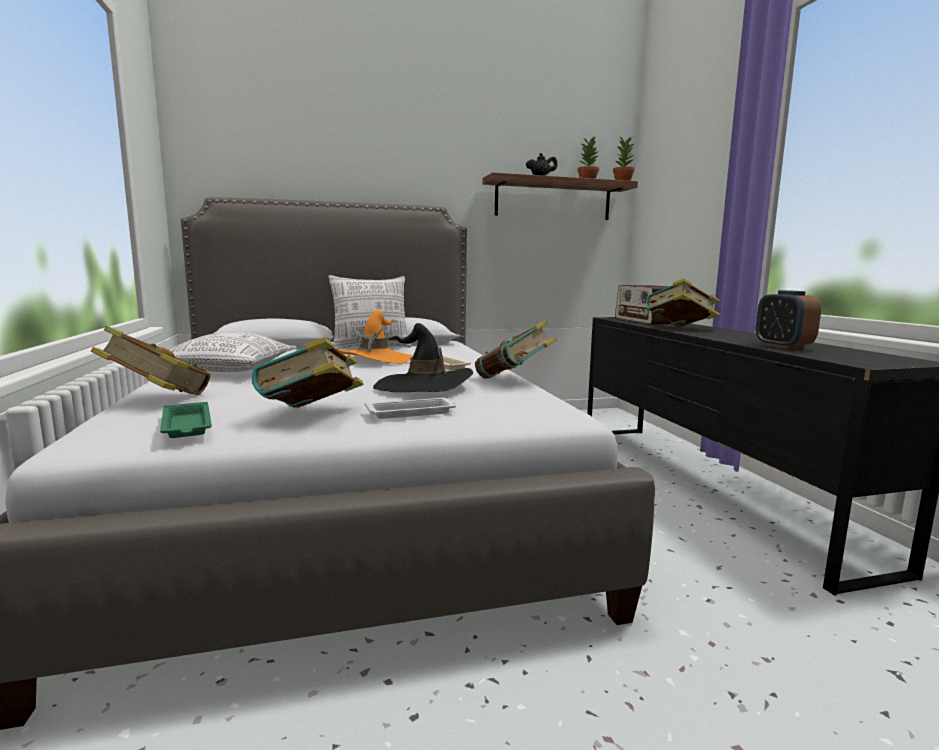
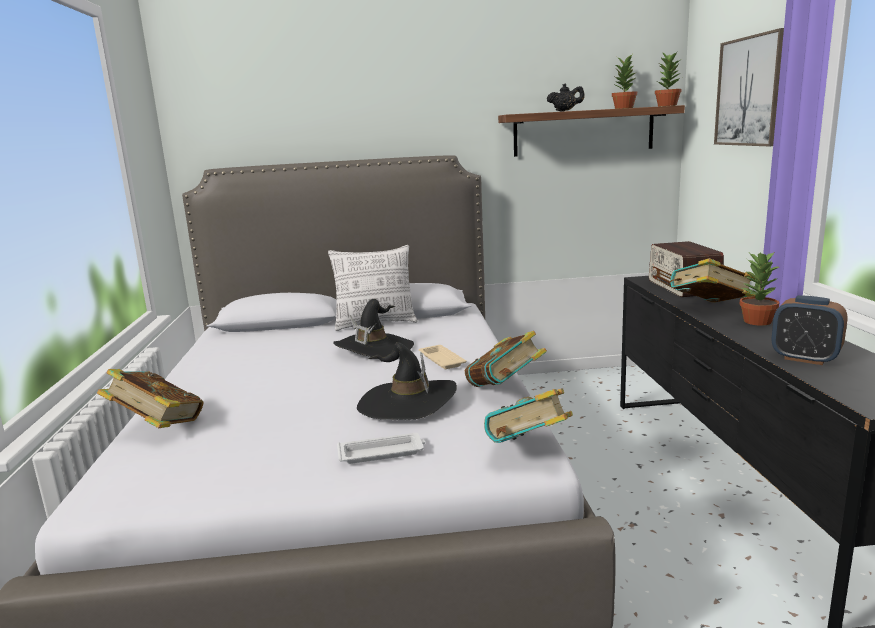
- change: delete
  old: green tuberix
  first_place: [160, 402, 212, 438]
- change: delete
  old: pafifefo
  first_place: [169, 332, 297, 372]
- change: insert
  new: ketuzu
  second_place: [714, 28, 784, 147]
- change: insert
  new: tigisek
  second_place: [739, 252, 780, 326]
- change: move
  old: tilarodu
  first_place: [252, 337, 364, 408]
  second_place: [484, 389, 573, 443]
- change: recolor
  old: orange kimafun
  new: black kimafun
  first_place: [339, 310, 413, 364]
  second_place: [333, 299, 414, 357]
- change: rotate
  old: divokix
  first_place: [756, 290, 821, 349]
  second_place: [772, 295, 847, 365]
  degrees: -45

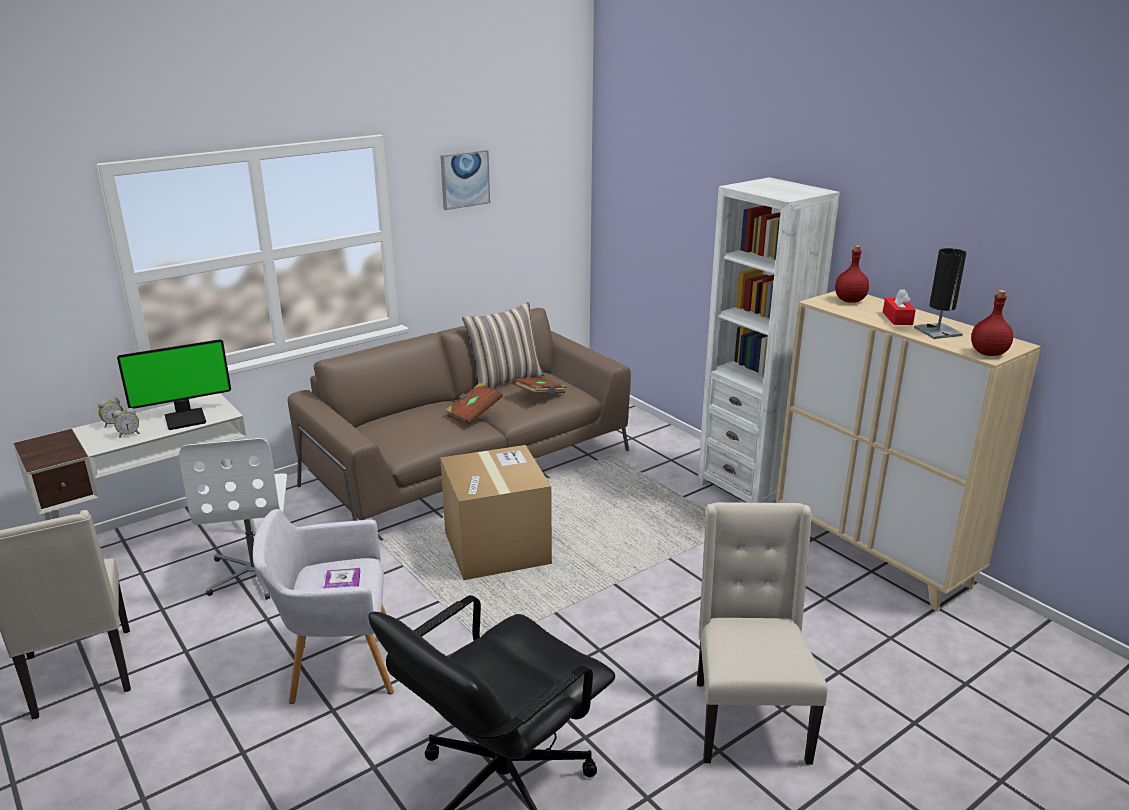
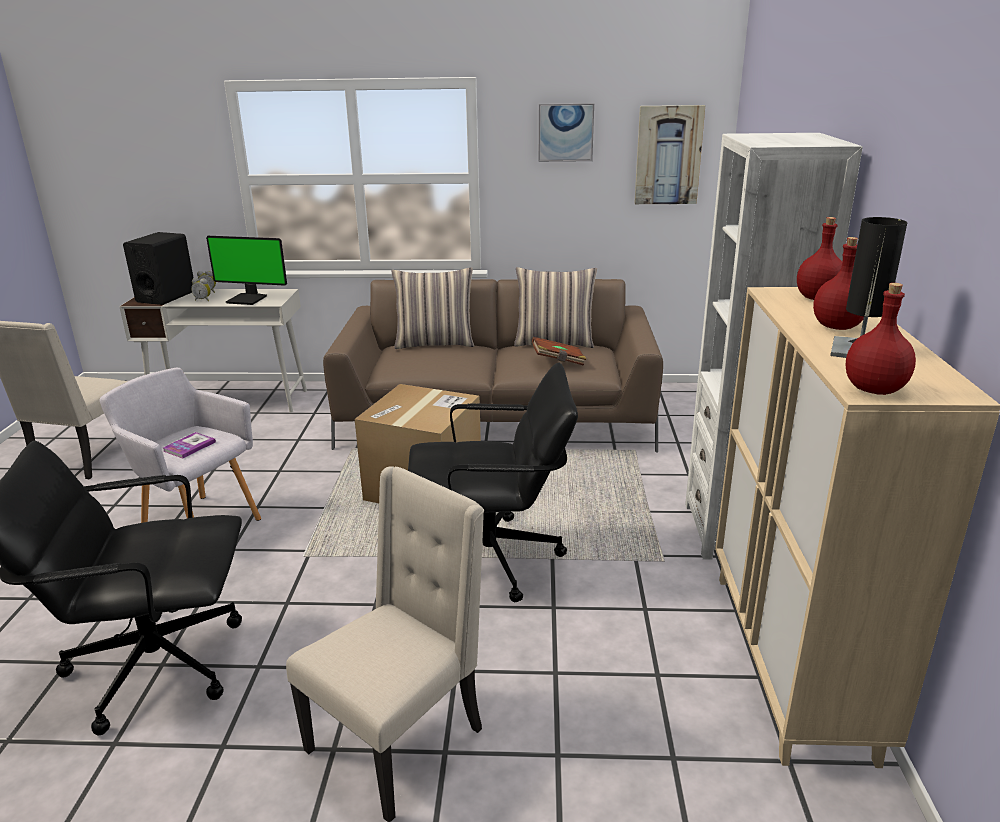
- change: delete
  old: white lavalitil
  first_place: [179, 438, 287, 600]
- change: delete
  old: brown tilarodu
  first_place: [445, 383, 503, 425]
- change: insert
  new: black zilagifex
  second_place: [123, 232, 194, 305]
- change: insert
  new: pafifefo
  second_place: [391, 267, 474, 349]
- change: insert
  new: black lavalitil
  second_place: [408, 363, 578, 602]
- change: insert
  new: ketuzu
  second_place: [634, 105, 705, 204]
- change: replace
  old: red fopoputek
  new: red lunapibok
  first_place: [883, 289, 916, 325]
  second_place: [813, 237, 864, 330]

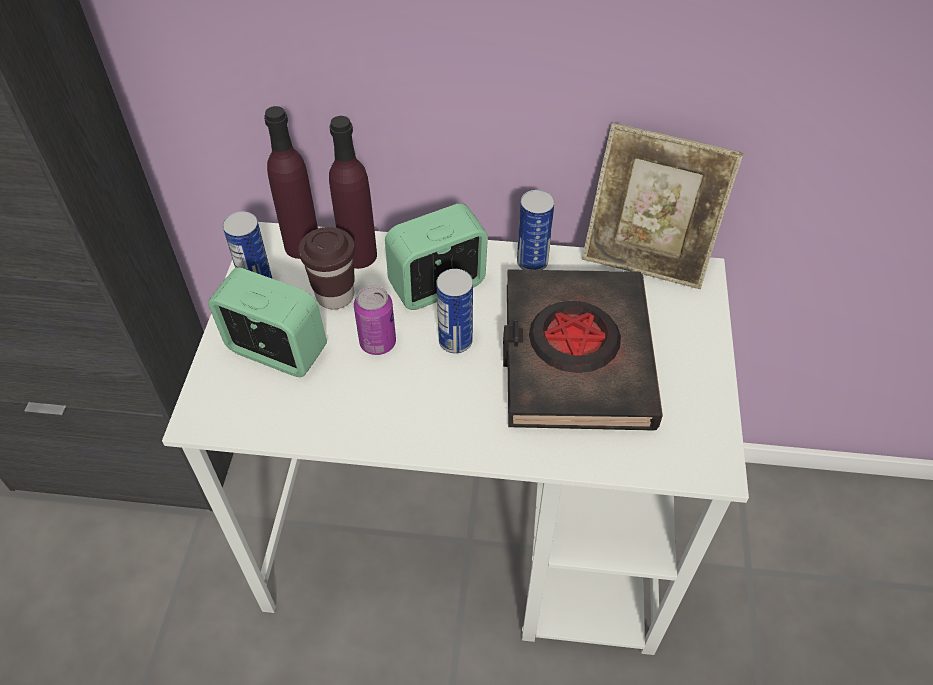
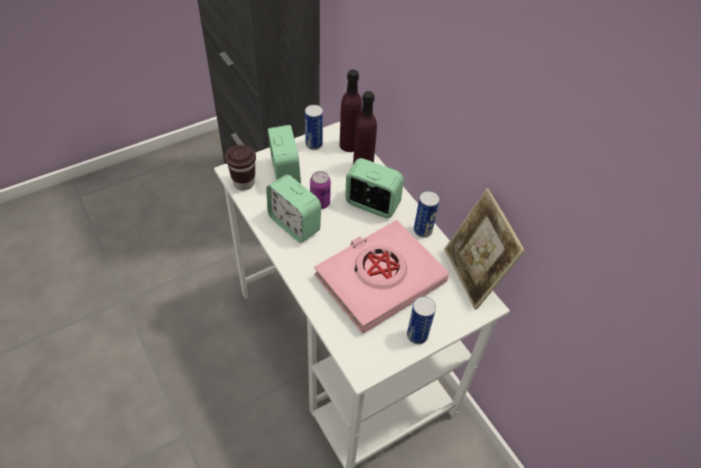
- change: insert
  new: divokix
  second_place: [266, 175, 321, 243]
- change: move
  old: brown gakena
  first_place: [298, 227, 355, 309]
  second_place: [225, 145, 256, 190]
- change: move
  old: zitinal
  first_place: [436, 269, 473, 354]
  second_place: [407, 296, 436, 344]
- change: recolor
  old: black tilarodu
  new: pink tilarodu
  first_place: [503, 269, 663, 431]
  second_place: [314, 220, 449, 333]

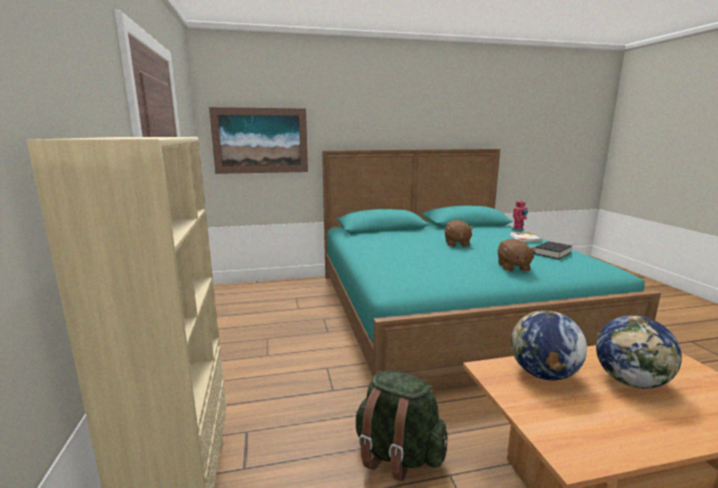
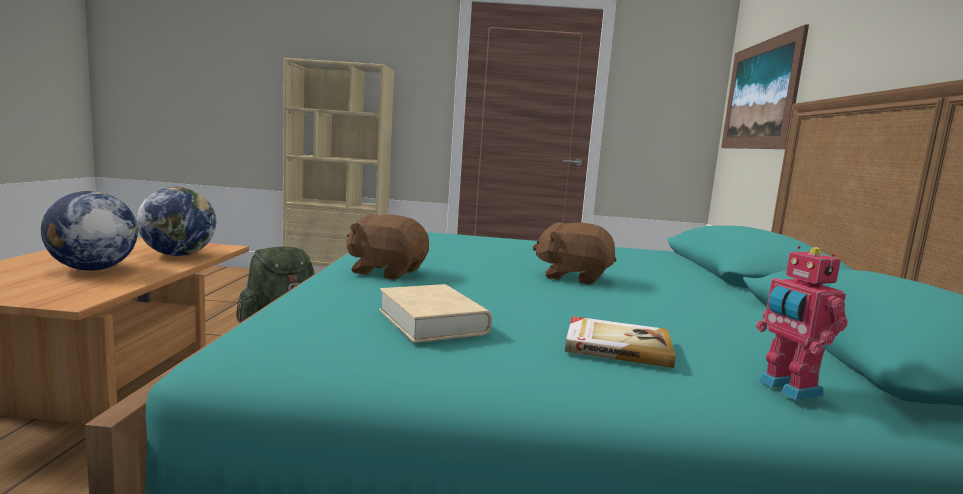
- change: recolor
  old: black tilarodu
  new: beige tilarodu
  first_place: [534, 241, 572, 259]
  second_place: [379, 284, 492, 343]

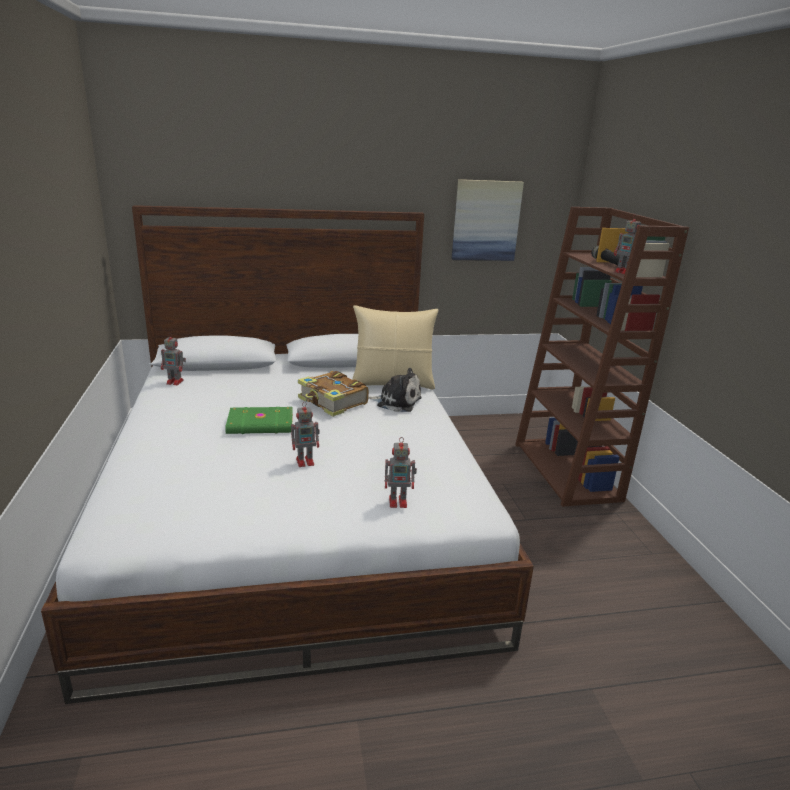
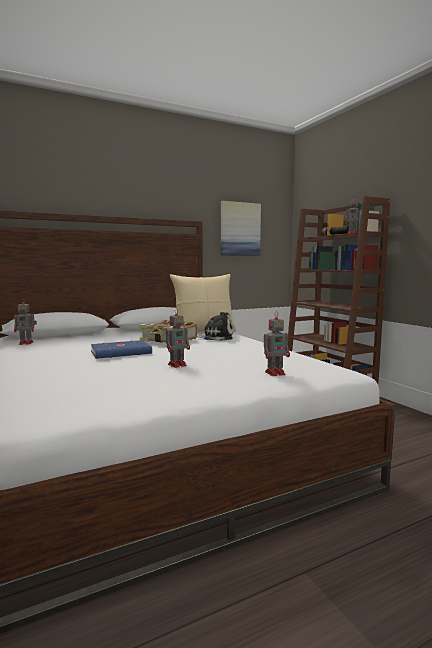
- change: recolor
  old: green tilarodu
  new: blue tilarodu
  first_place: [225, 407, 293, 434]
  second_place: [91, 340, 152, 359]

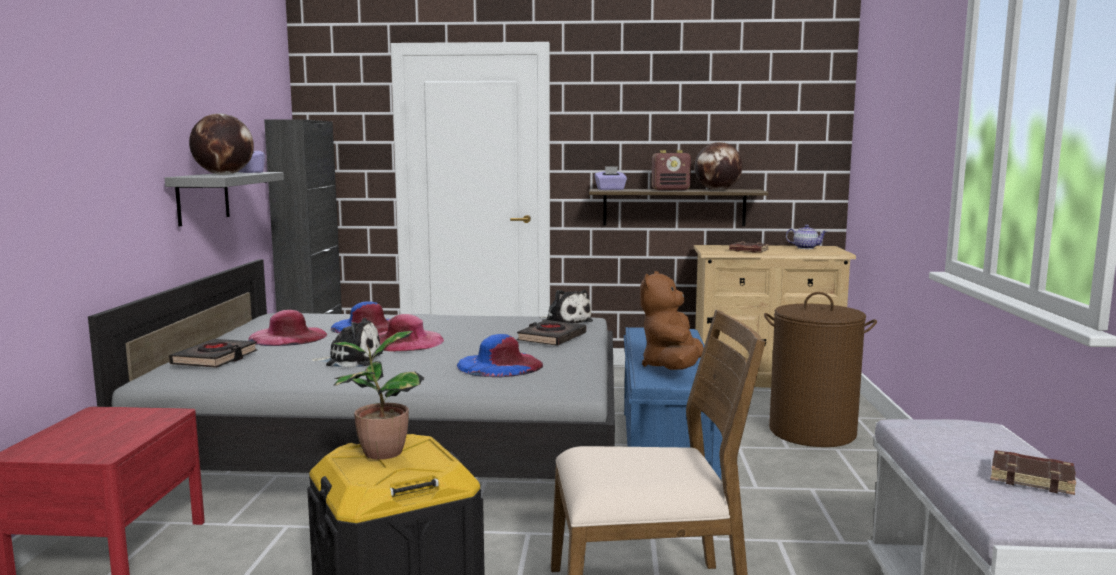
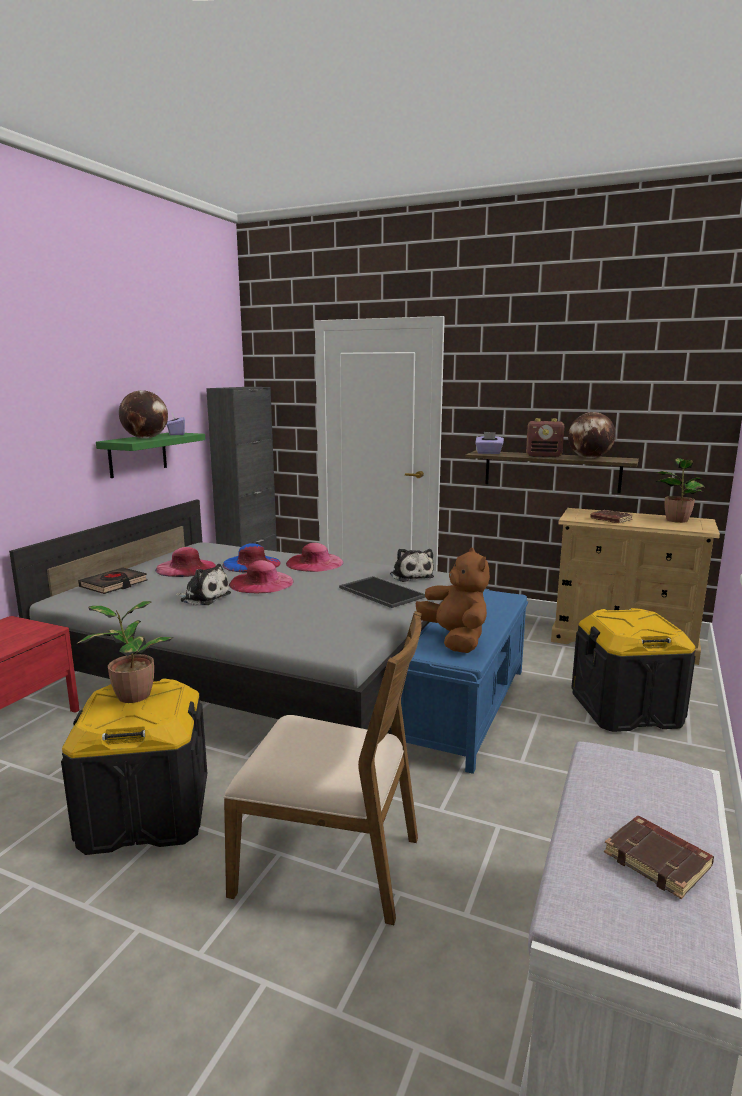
- change: delete
  old: blue kimafun
  first_place: [457, 334, 543, 377]
- change: insert
  new: pink kimafun
  second_place: [286, 543, 344, 572]
- change: replace
  old: black tilarodu
  new: tuberix
  first_place: [517, 320, 586, 346]
  second_place: [339, 576, 425, 608]
- change: replace
  old: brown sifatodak
  new: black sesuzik
  first_place: [764, 292, 877, 447]
  second_place: [571, 608, 696, 732]
- change: replace
  old: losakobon
  new: tigisek
  first_place: [786, 225, 828, 249]
  second_place: [656, 458, 705, 523]
- change: recolor
  old: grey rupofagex
  new: green rupofagex
  first_place: [165, 172, 284, 227]
  second_place: [96, 433, 205, 478]
- change: rotate
  old: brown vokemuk
  first_place: [640, 271, 704, 370]
  second_place: [416, 548, 490, 653]
  degrees: 120

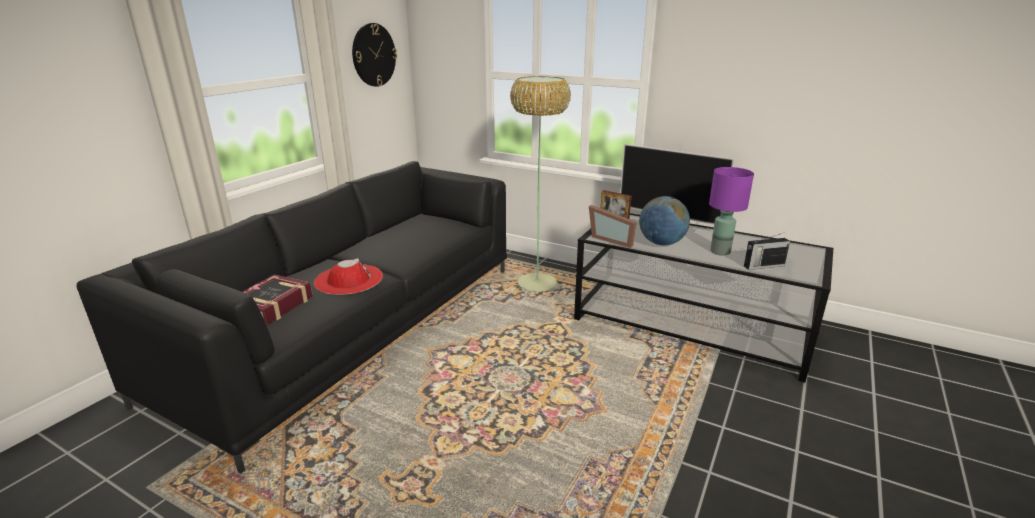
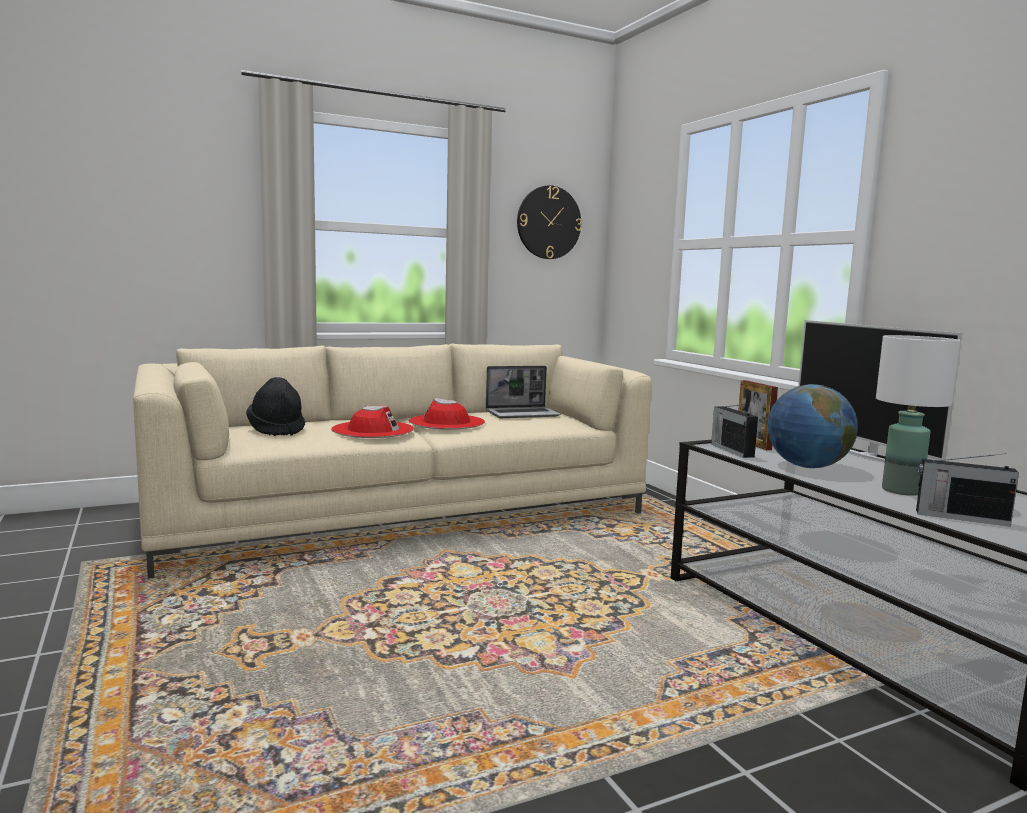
- change: delete
  old: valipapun
  first_place: [510, 76, 571, 292]
- change: insert
  new: red kimafun
  second_place: [409, 398, 485, 430]
- change: insert
  new: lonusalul
  second_place: [486, 366, 561, 418]
- change: replace
  old: tilarodu
  new: black kimafun
  first_place: [242, 274, 313, 325]
  second_place: [246, 377, 306, 436]
- change: replace
  old: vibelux
  new: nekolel
  first_place: [589, 205, 637, 248]
  second_place: [711, 404, 758, 458]
- change: recolor
  old: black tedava
  new: beige tedava
  first_place: [77, 161, 507, 473]
  second_place: [133, 344, 652, 579]
- change: recolor
  old: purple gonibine
  new: white gonibine
  first_place: [709, 167, 754, 255]
  second_place: [876, 335, 960, 496]

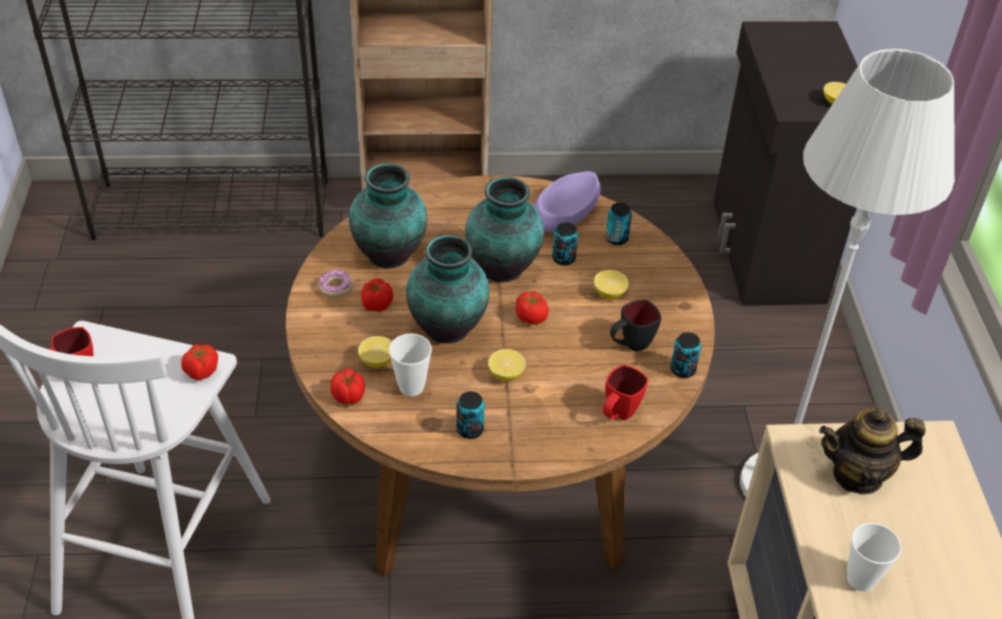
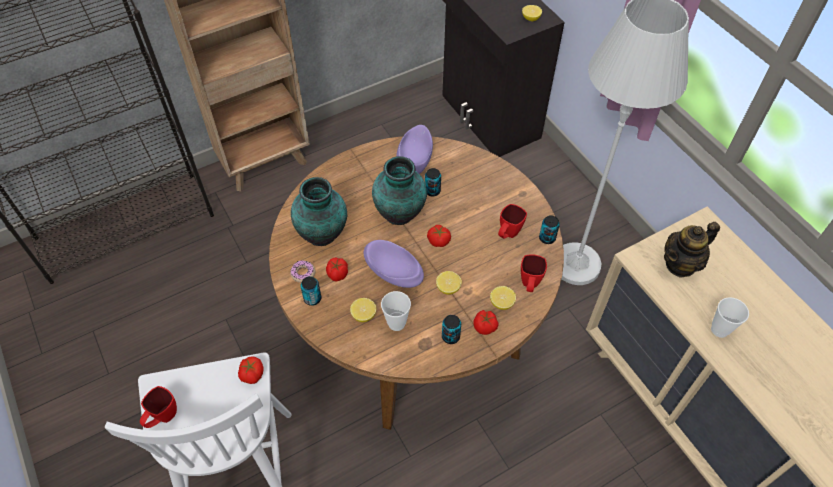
- change: move
  old: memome
  first_place: [330, 369, 365, 404]
  second_place: [473, 310, 499, 335]
- change: move
  old: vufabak
  first_place: [594, 270, 629, 299]
  second_place: [490, 286, 516, 310]
- change: move
  old: zitinal
  first_place: [606, 202, 632, 245]
  second_place: [301, 276, 321, 306]
- change: replace
  old: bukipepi
  new: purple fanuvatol
  first_place: [406, 235, 489, 343]
  second_place: [364, 240, 424, 288]
- change: recolor
  old: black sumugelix
  new: red sumugelix
  first_place: [610, 300, 661, 351]
  second_place: [498, 204, 527, 238]

